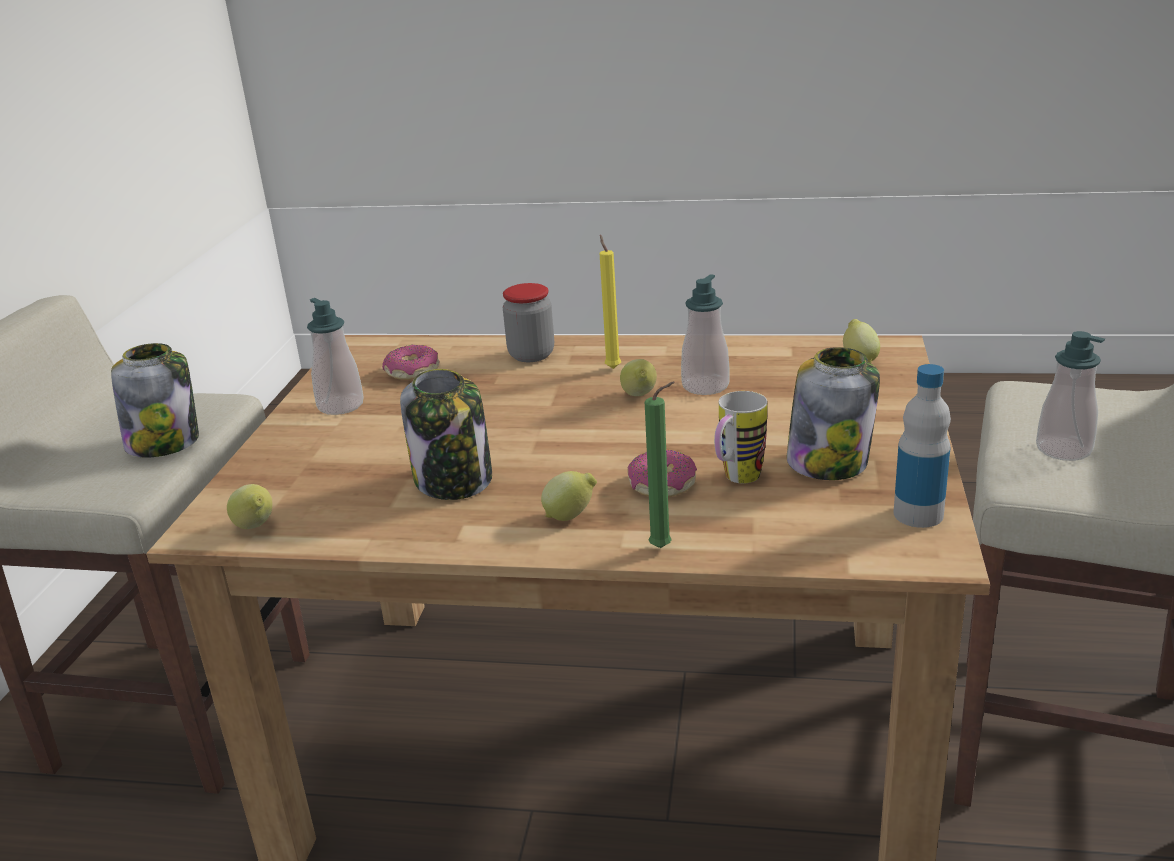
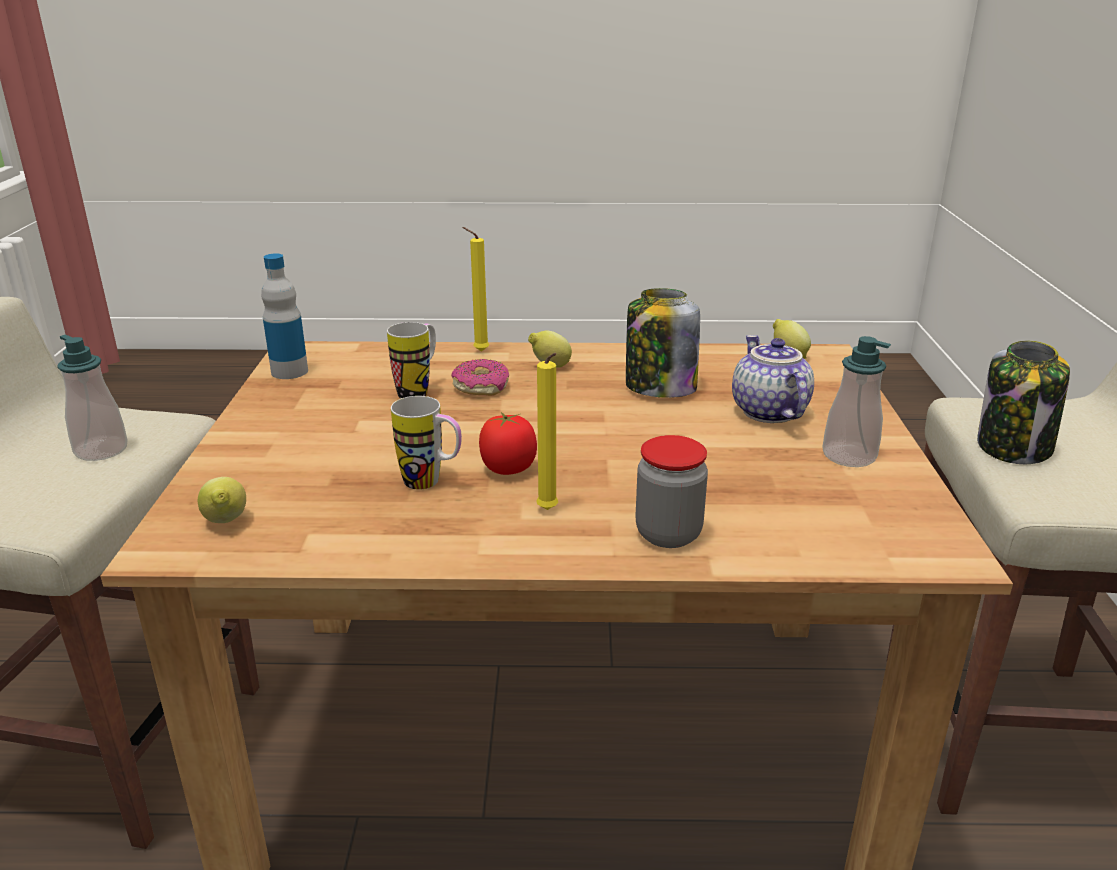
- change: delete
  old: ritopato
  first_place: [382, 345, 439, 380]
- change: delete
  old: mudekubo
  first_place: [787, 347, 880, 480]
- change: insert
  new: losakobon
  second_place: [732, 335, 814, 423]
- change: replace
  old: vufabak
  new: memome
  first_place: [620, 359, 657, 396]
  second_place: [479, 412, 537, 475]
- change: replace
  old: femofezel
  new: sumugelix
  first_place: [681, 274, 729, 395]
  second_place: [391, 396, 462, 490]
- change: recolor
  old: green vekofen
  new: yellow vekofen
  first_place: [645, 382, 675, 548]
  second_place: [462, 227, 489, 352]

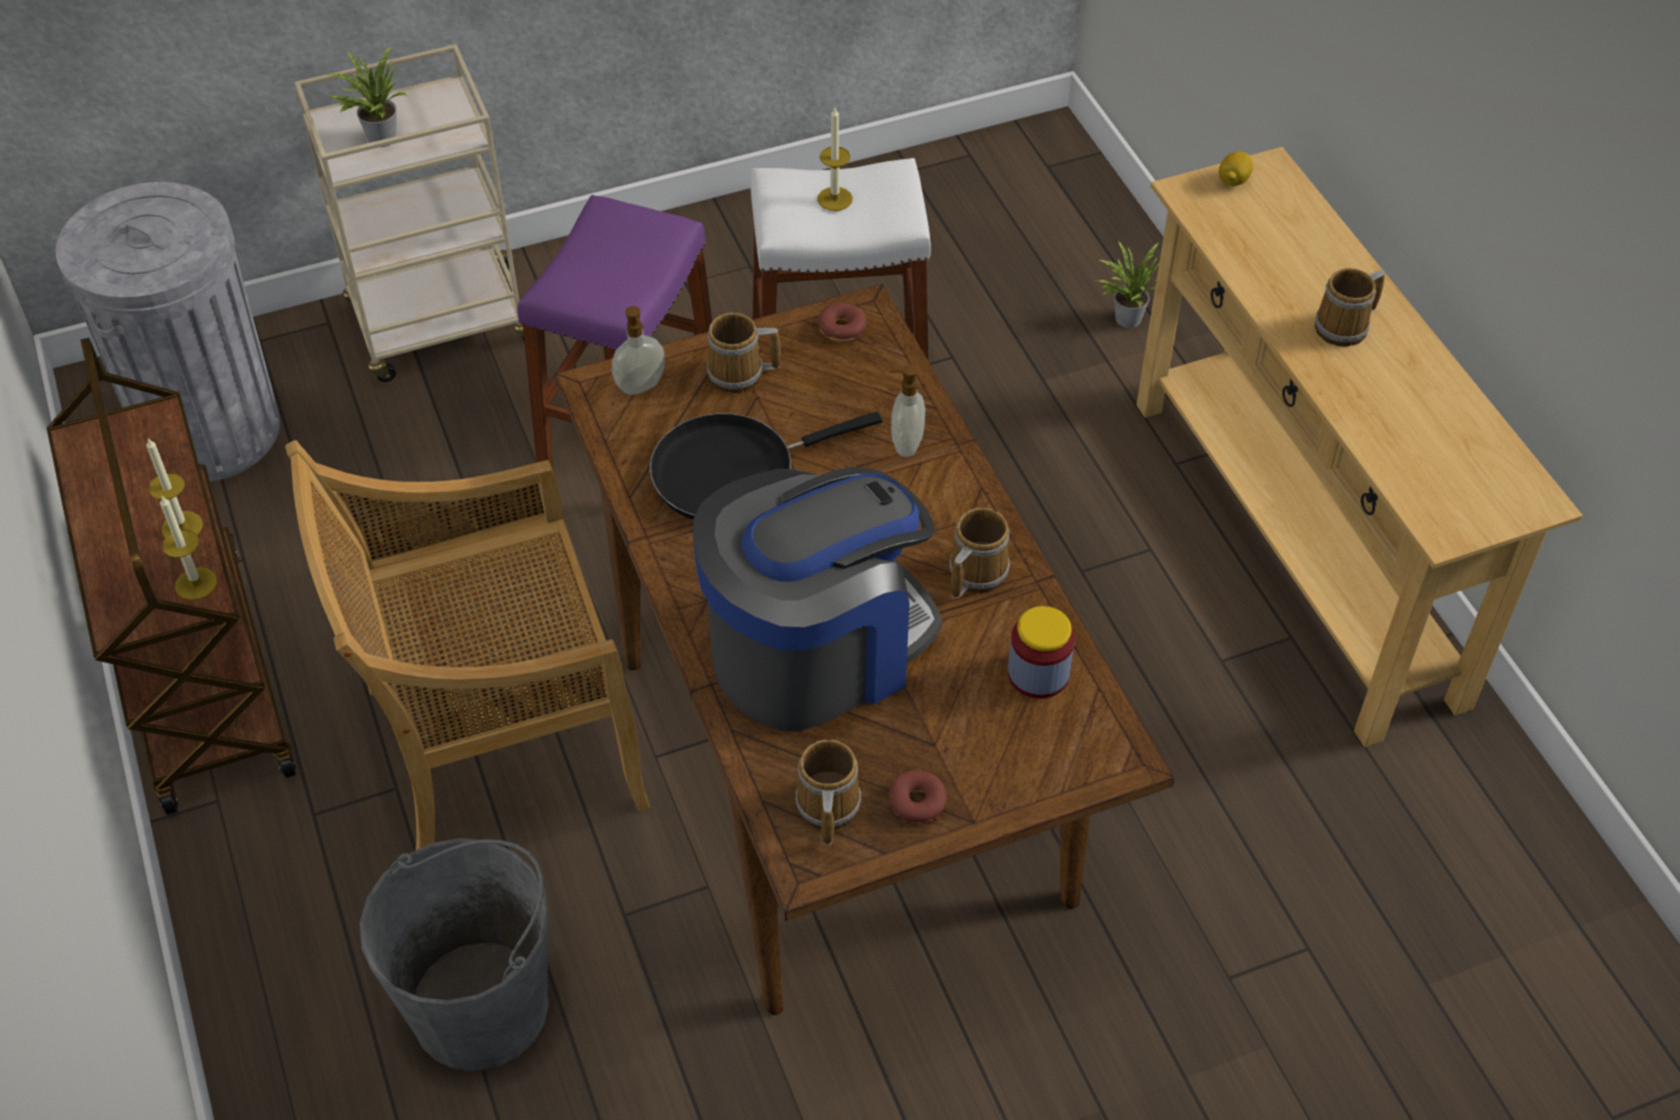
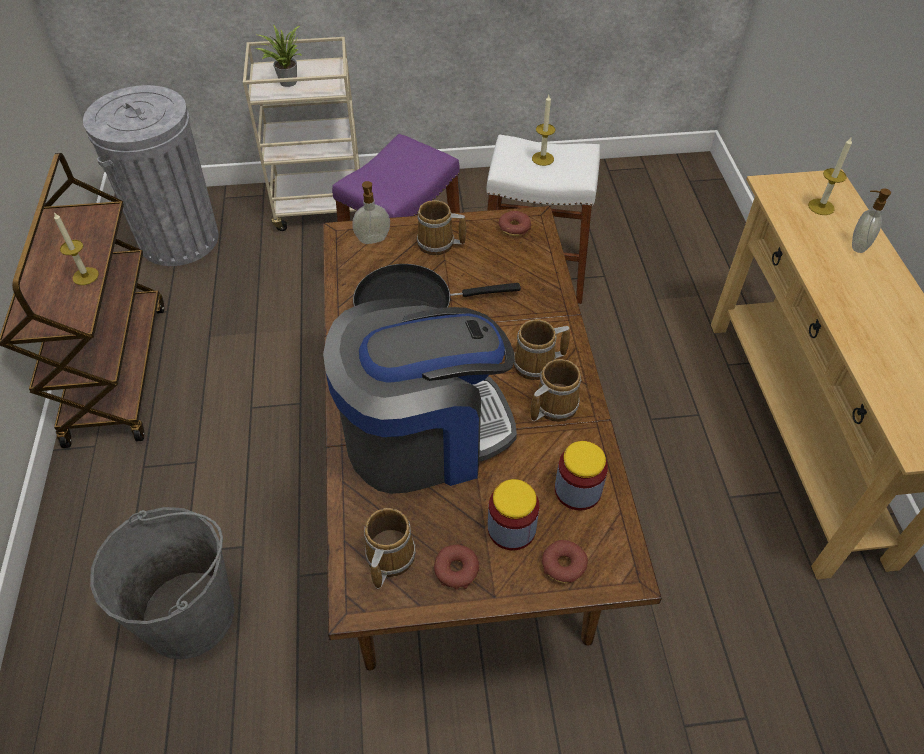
- change: delete
  old: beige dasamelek
  first_place: [285, 440, 650, 850]
- change: delete
  old: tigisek
  first_place: [1097, 241, 1159, 328]
- change: delete
  old: vufabak
  first_place: [1219, 151, 1253, 186]
- change: insert
  new: mudekubo
  second_place: [488, 479, 539, 550]
- change: insert
  new: ritopato
  second_place: [542, 540, 588, 583]
- change: move
  old: vekofen
  first_place: [160, 495, 217, 600]
  second_place: [808, 136, 852, 215]
- change: move
  old: femofezel
  first_place: [889, 364, 925, 457]
  second_place: [852, 188, 891, 253]
- change: move
  old: sumugelix
  first_place: [1315, 268, 1385, 347]
  second_place: [514, 319, 570, 380]

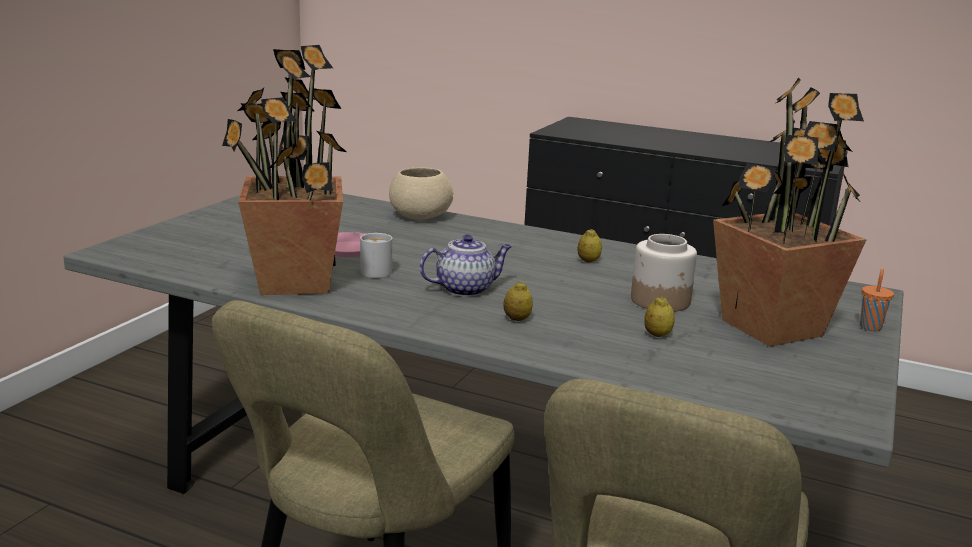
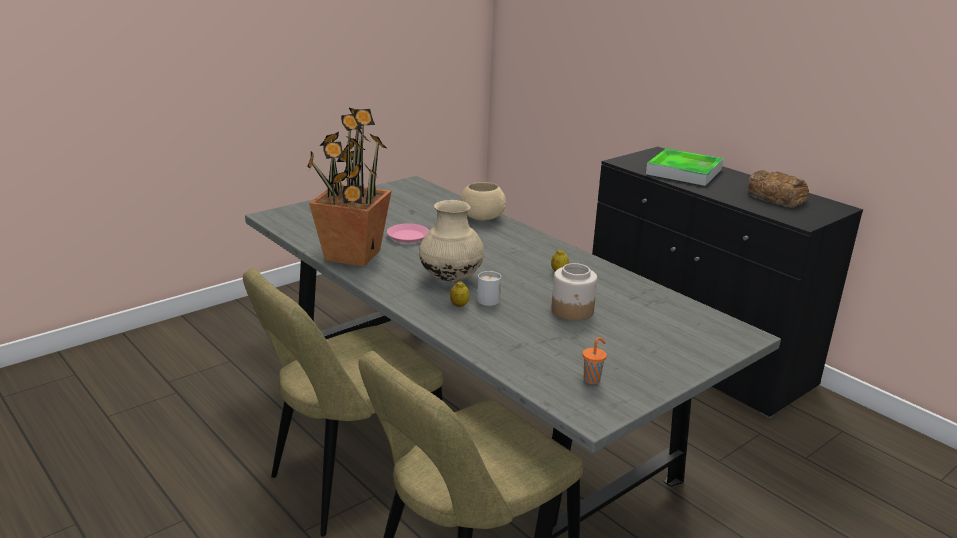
- change: delete
  old: vufabak
  first_place: [644, 297, 675, 337]
- change: delete
  old: tigisek
  first_place: [713, 78, 867, 347]
- change: insert
  new: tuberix
  second_place: [646, 148, 723, 186]
- change: insert
  new: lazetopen
  second_place: [748, 170, 809, 208]
- change: move
  old: white sumugelix
  first_place: [360, 233, 392, 278]
  second_place: [477, 271, 501, 306]
- change: move
  old: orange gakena
  first_place: [860, 269, 894, 331]
  second_place: [583, 337, 607, 385]
- change: replace
  old: losakobon
  new: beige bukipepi
  first_place: [419, 234, 512, 297]
  second_place: [419, 200, 484, 281]

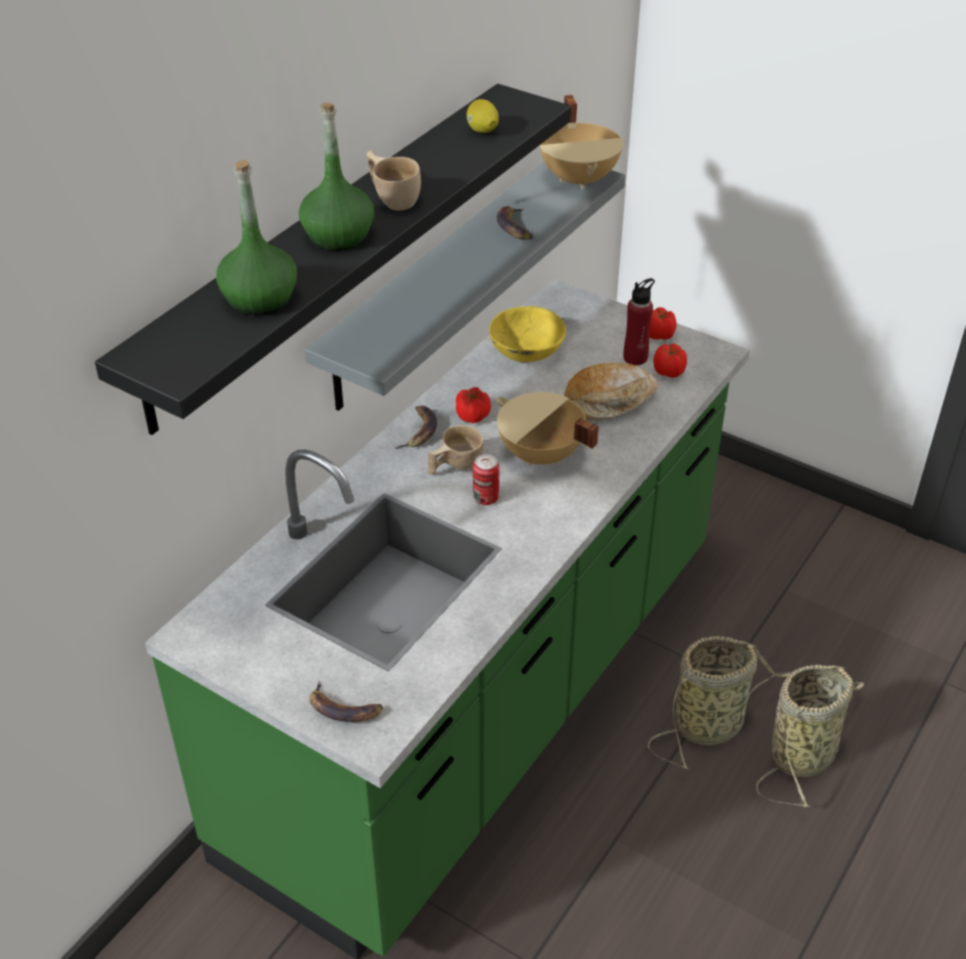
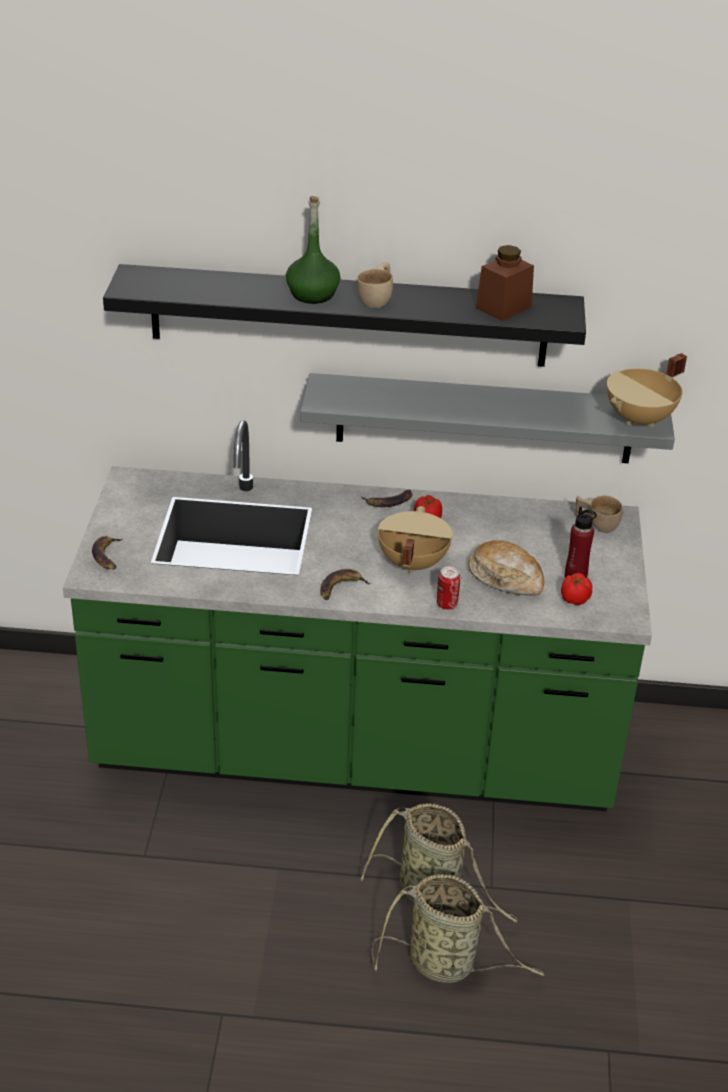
- change: delete
  old: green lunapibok
  first_place: [216, 160, 297, 316]
- change: delete
  old: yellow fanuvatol
  first_place: [489, 306, 566, 362]
- change: delete
  old: memome
  first_place: [649, 307, 677, 340]
- change: move
  old: beige gakena
  first_place: [427, 425, 483, 475]
  second_place: [575, 496, 623, 533]
- change: move
  old: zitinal
  first_place: [473, 454, 499, 505]
  second_place: [437, 566, 460, 610]
- change: move
  old: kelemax
  first_place: [497, 206, 533, 240]
  second_place: [320, 569, 371, 600]
- change: replace
  old: vufabak
  new: brown mudekubo
  first_place: [467, 99, 499, 133]
  second_place: [476, 245, 534, 321]

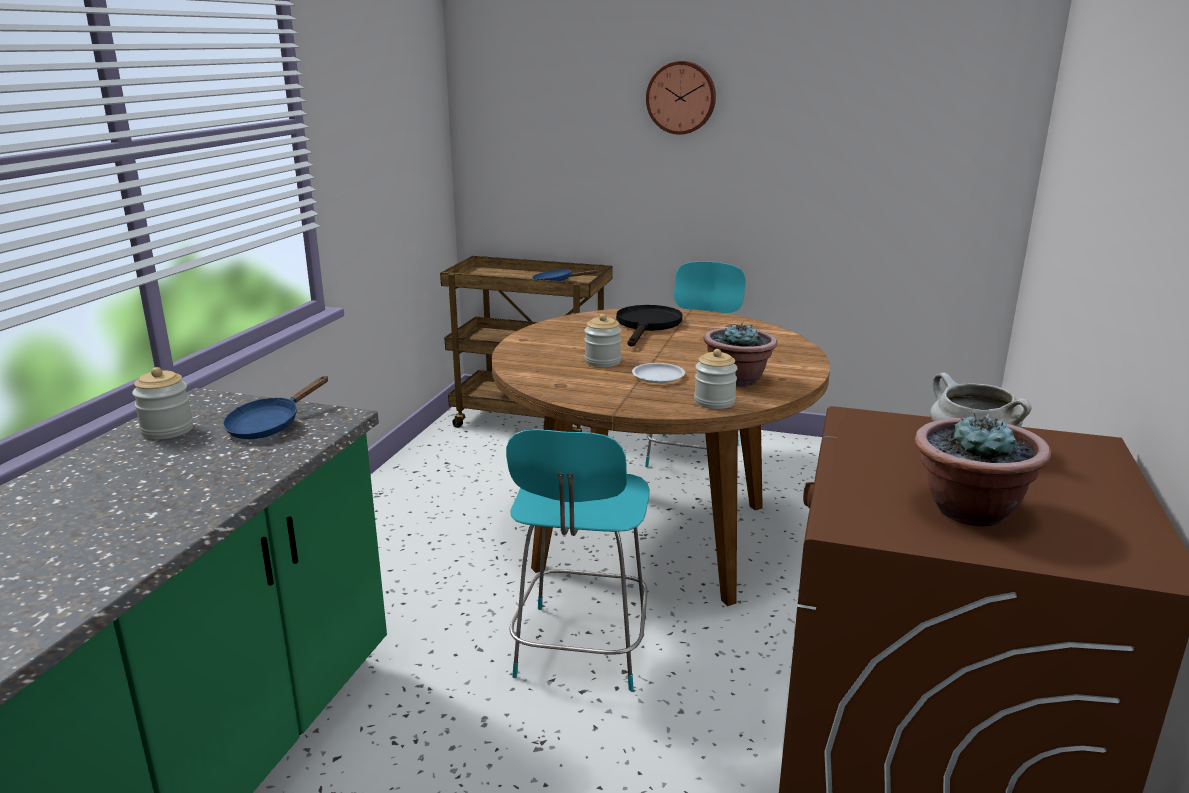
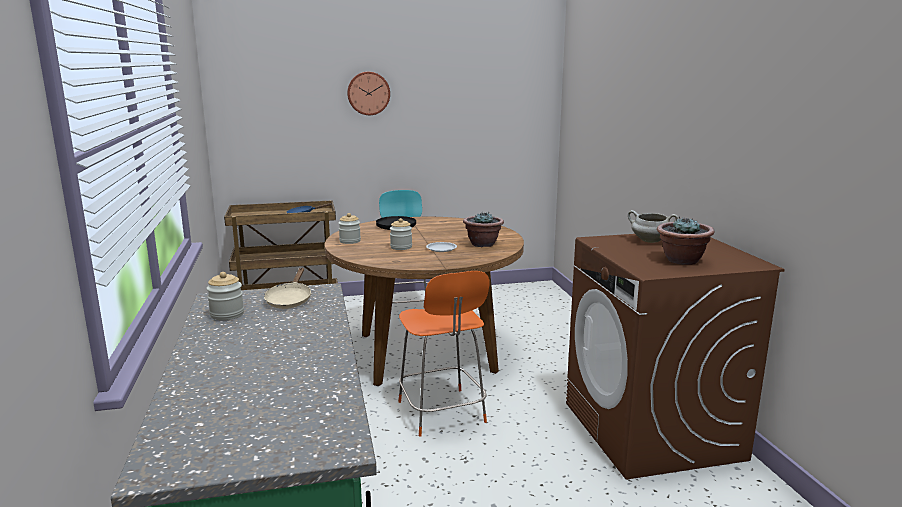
- change: move
  old: mudekubo
  first_place: [694, 349, 738, 409]
  second_place: [338, 213, 361, 244]
- change: recolor
  old: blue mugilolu
  new: beige mugilolu
  first_place: [223, 376, 328, 439]
  second_place: [264, 268, 311, 309]
- change: recolor
  old: turquoise dasamelek
  new: orange dasamelek
  first_place: [506, 429, 650, 691]
  second_place: [398, 271, 490, 437]

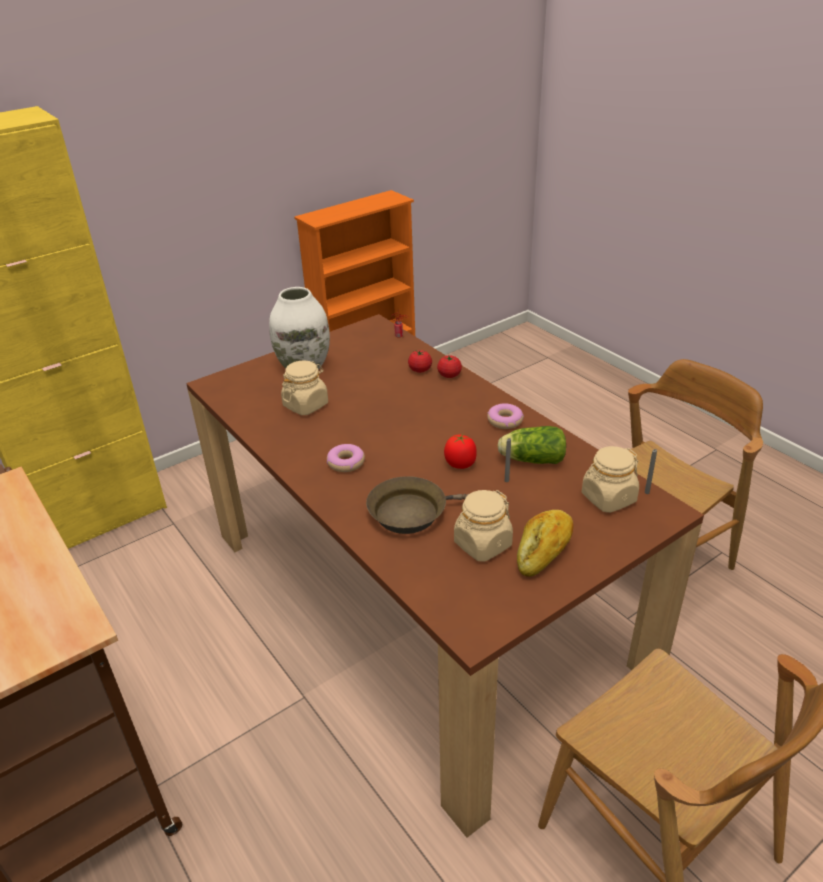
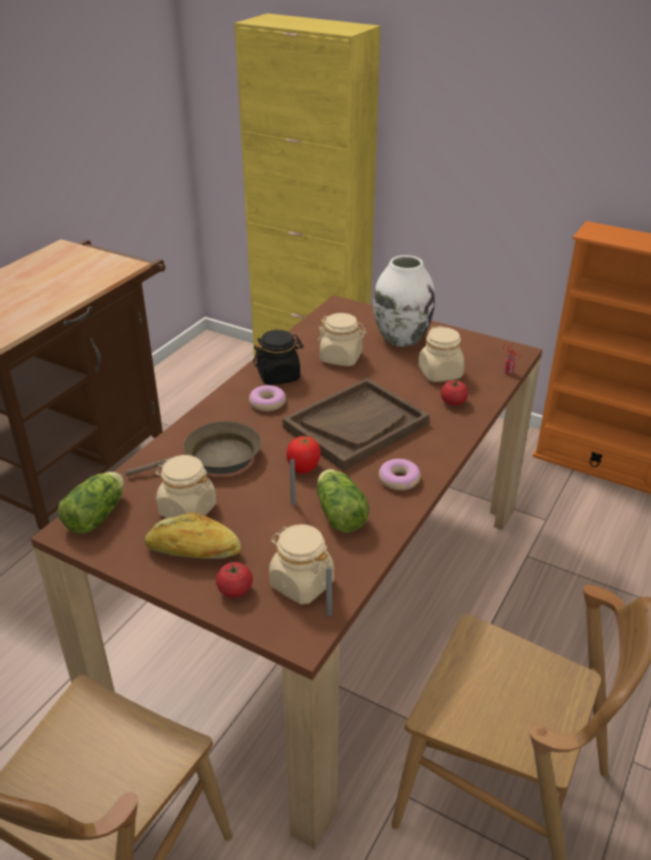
- change: insert
  new: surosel
  second_place: [57, 472, 124, 534]
- change: insert
  new: black mudekubo
  second_place: [253, 330, 304, 385]
- change: insert
  new: brown tuberix
  second_place: [282, 378, 430, 471]
- change: insert
  new: beige mudekubo
  second_place: [418, 326, 464, 382]
- change: move
  old: memome
  first_place: [437, 356, 462, 378]
  second_place: [216, 562, 253, 598]
- change: rotate
  old: brown mugilolu
  first_place: [366, 476, 502, 534]
  second_place: [125, 421, 261, 476]
  degrees: 105

